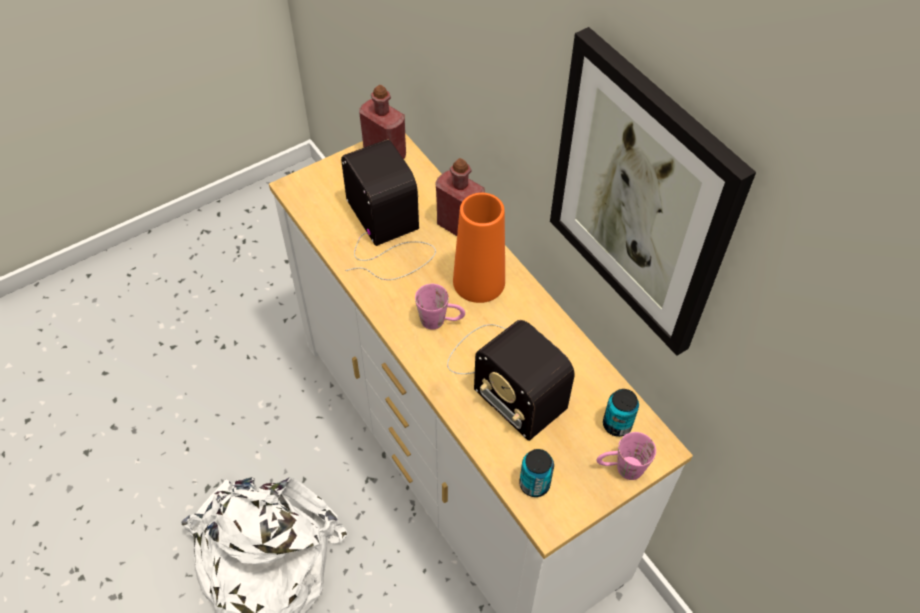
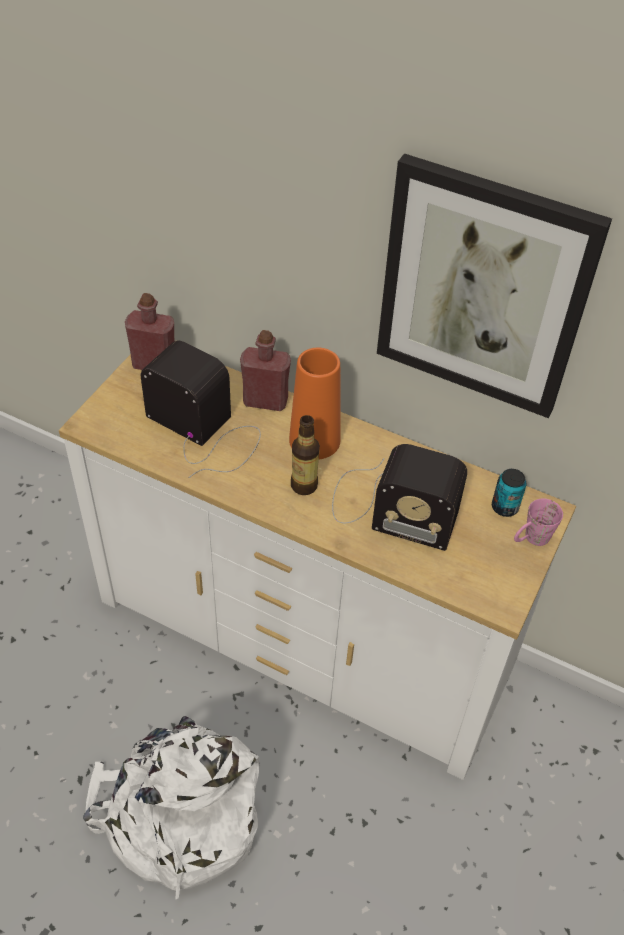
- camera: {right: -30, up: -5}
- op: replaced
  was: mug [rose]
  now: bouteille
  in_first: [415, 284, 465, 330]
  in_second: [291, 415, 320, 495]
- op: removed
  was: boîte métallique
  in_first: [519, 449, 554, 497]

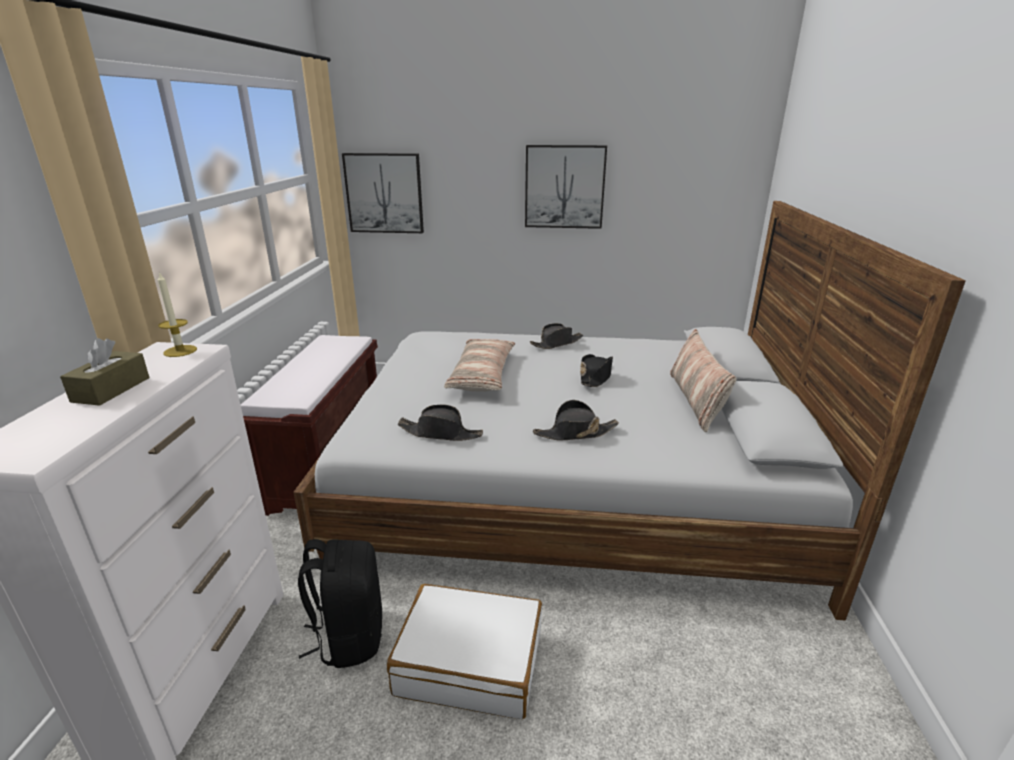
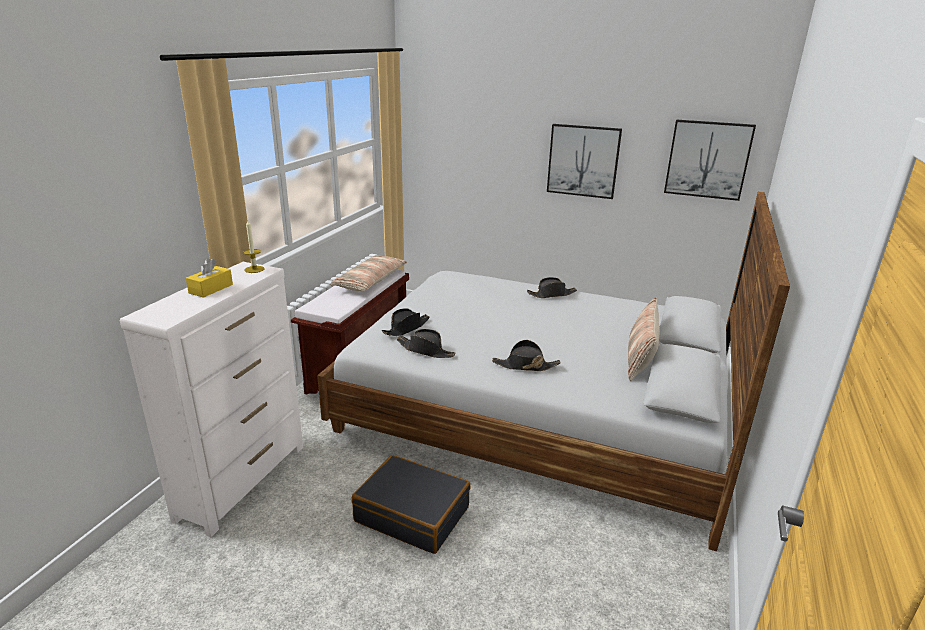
- camera: {right: 15, up: 0}
- op: moved
  was: tableau
  in_first: [342, 153, 424, 233]
  in_second: [664, 120, 756, 201]
- op: recoloured
  was: boîte à mouchoirs [marron]
  now: boîte à mouchoirs [jaune]
  in_first: [60, 338, 150, 406]
  in_second: [186, 258, 233, 298]
- op: moved
  was: coussin
  in_first: [444, 339, 515, 392]
  in_second: [330, 255, 407, 291]
- op: moved
  was: chapeau [noir]
  in_first: [580, 354, 613, 387]
  in_second: [382, 308, 430, 336]
- op: removed
  was: sac à dos [noir]
  in_first: [298, 539, 382, 668]
- op: recoloured
  was: valise [blanc]
  now: valise [noir]
  in_first: [387, 584, 542, 719]
  in_second: [352, 455, 471, 554]

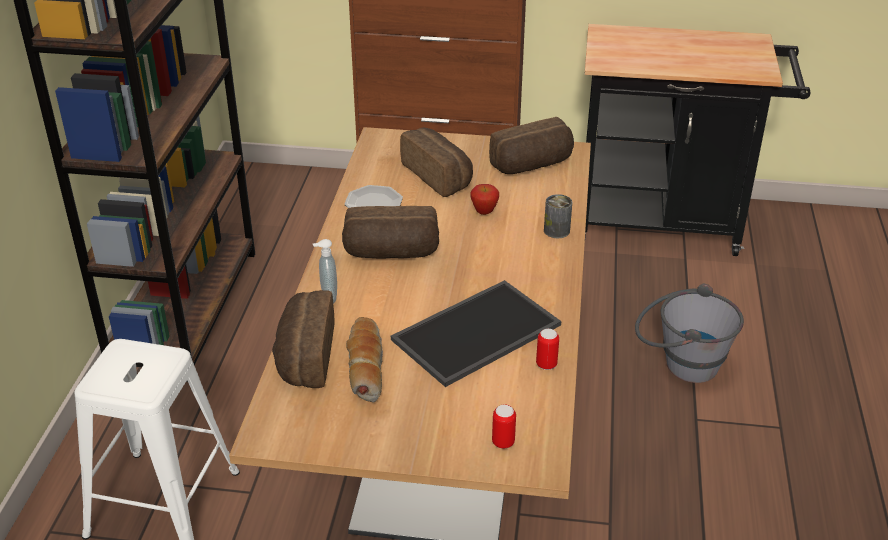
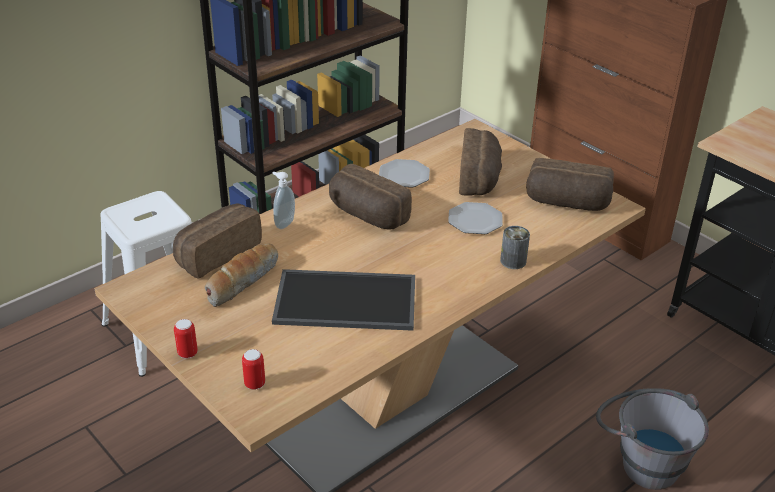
- camera: {right: 40, up: 0}
- op: replaced
  was: pomme
  now: assiette
  in_first: [471, 184, 499, 215]
  in_second: [448, 202, 503, 234]
- op: moved
  was: boîte métallique
  in_first: [536, 329, 559, 370]
  in_second: [174, 319, 198, 359]

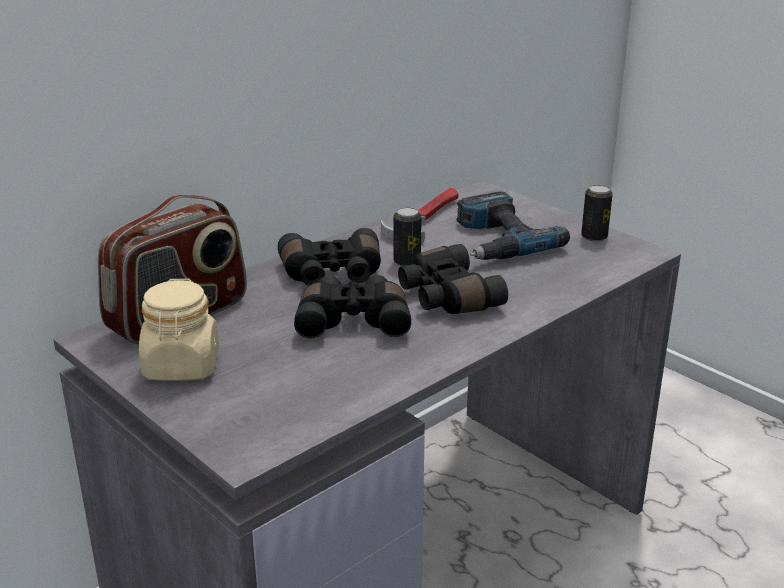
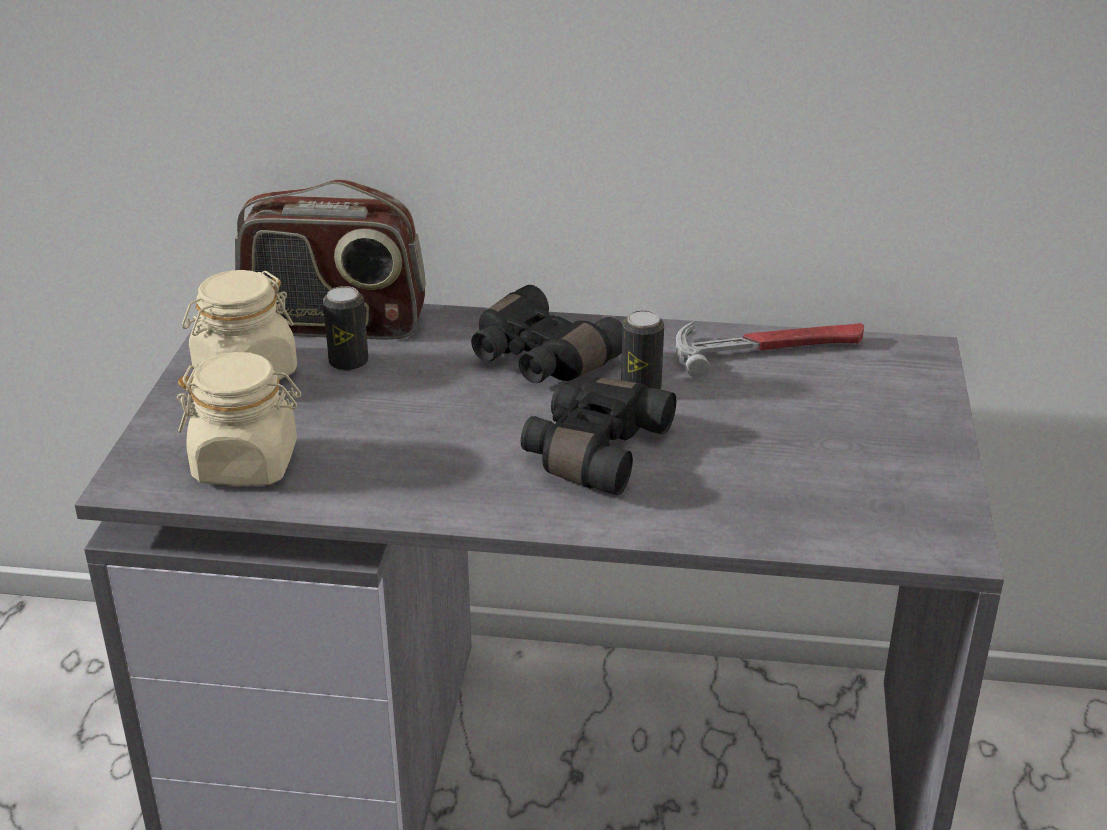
- camera: {right: 50, up: 5}
- op: moved
  was: boîte métallique
  in_first: [581, 185, 613, 241]
  in_second: [323, 286, 369, 371]
- op: removed
  was: perceuse
  in_first: [456, 191, 570, 260]
- op: removed
  was: jumelles [noir]
  in_first: [294, 275, 411, 338]
- op: added
  now: bocal [beige]
  in_second: [177, 352, 301, 486]

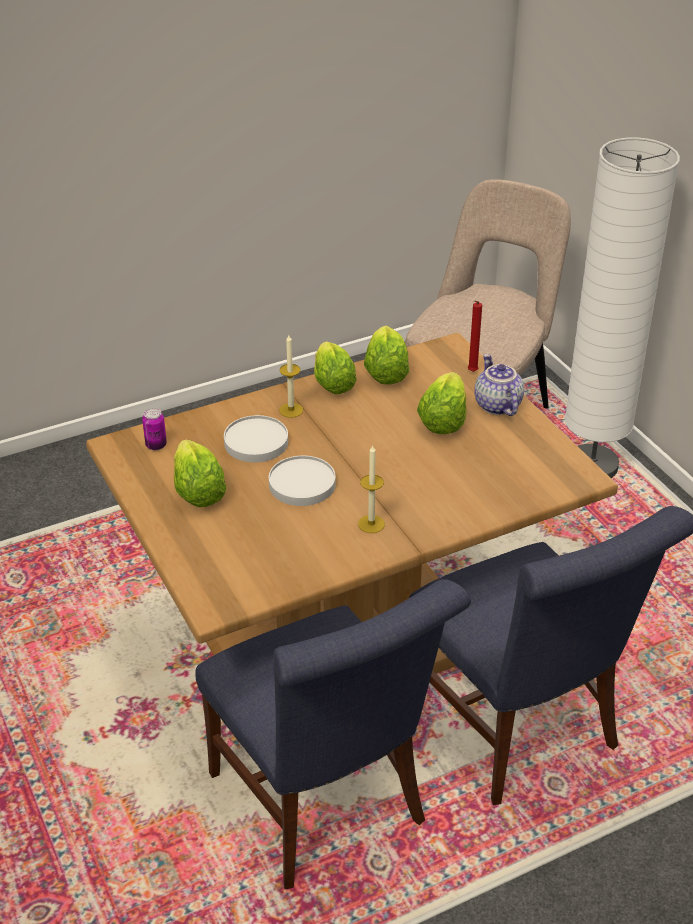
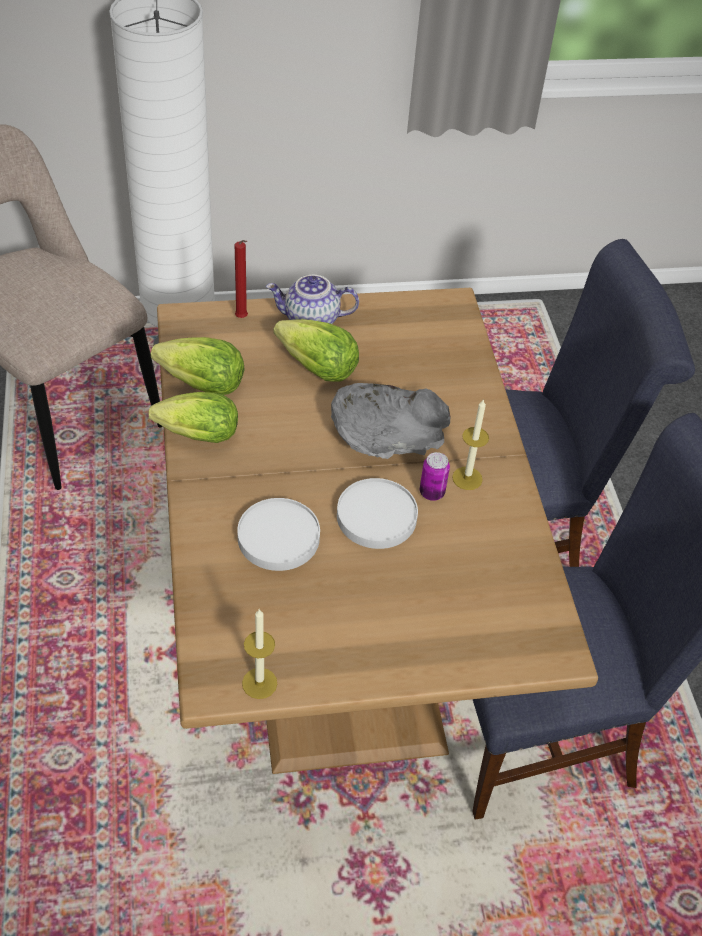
- camera: {right: -75, up: 10}
- op: moved
  was: bougie
  in_first: [279, 335, 303, 418]
  in_second: [242, 609, 277, 699]
- op: moved
  was: boîte métallique
  in_first: [142, 408, 167, 450]
  in_second: [420, 452, 450, 501]
- op: removed
  was: laitue
  in_first: [174, 439, 227, 507]
- op: added
  now: bol [gris]
  in_second: [331, 383, 450, 459]

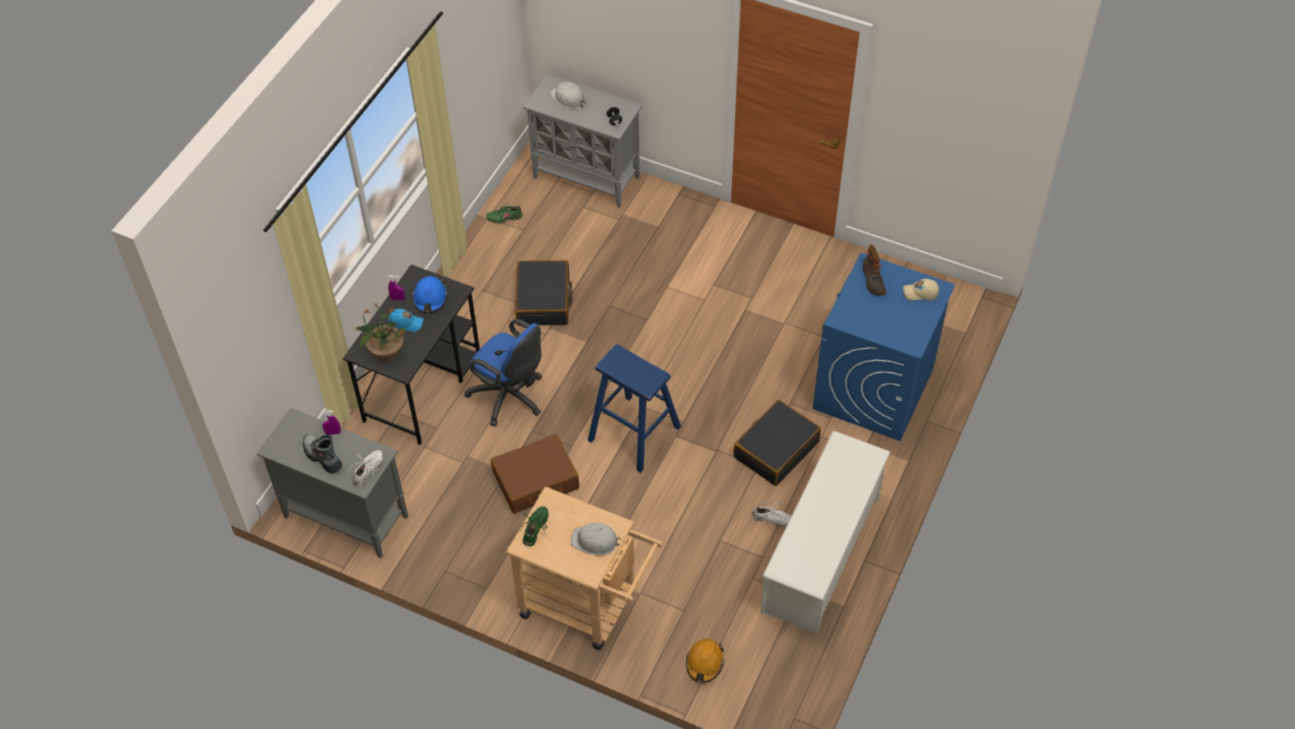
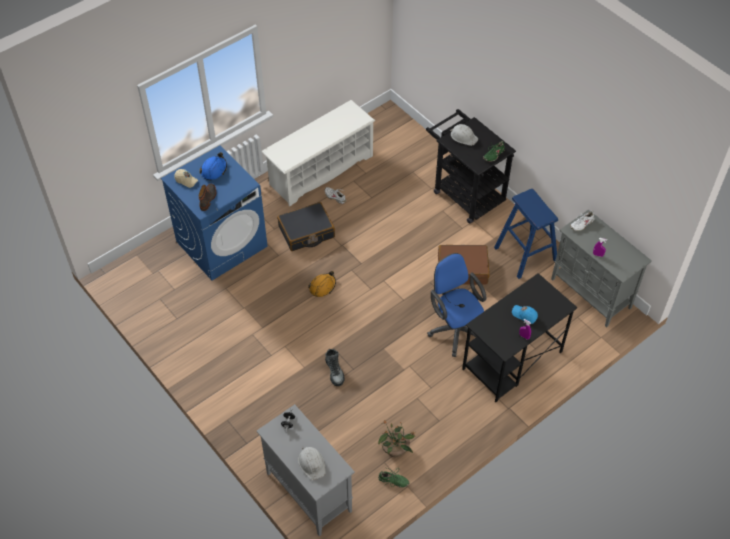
- camera: {right: -155, up: 0}
- op: removed
  was: valise [noir]
  in_first: [515, 260, 573, 326]
- op: moved
  was: casque de chantier [bleu]
  in_first: [412, 276, 447, 313]
  in_second: [200, 152, 227, 181]
- op: moved
  was: plante en pot
  in_first: [355, 302, 405, 362]
  in_second: [378, 420, 416, 457]
- op: moved
  was: tabouret [bleu]
  in_first: [588, 344, 681, 473]
  in_second: [494, 189, 558, 279]
- op: moved
  was: botte
  in_first: [303, 434, 342, 473]
  in_second: [325, 349, 344, 386]
- op: recoloured
  was: chariot [beige]
  now: chariot [noir]
  in_first: [506, 486, 663, 650]
  in_second: [426, 109, 516, 224]
- op: moved
  was: casque de chantier [orange]
  in_first: [686, 639, 724, 683]
  in_second: [308, 271, 336, 297]

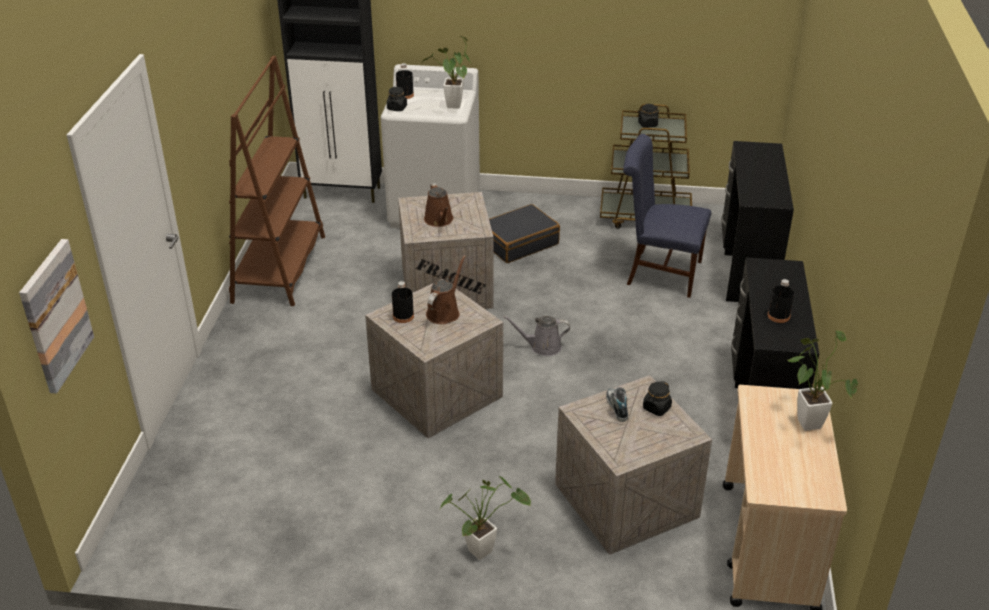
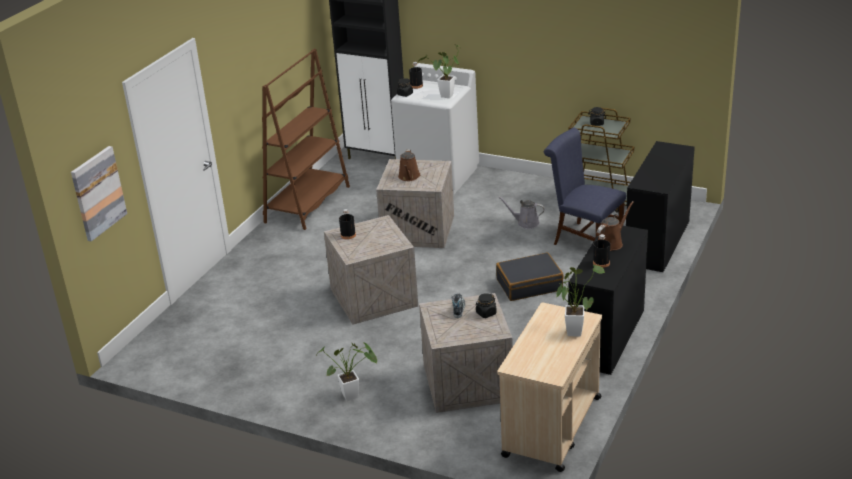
- camera: {right: 20, up: -5}
- op: moved
  was: valise [noir]
  in_first: [489, 204, 560, 263]
  in_second: [496, 253, 564, 301]
- op: moved
  was: arrosoir [marron]
  in_first: [426, 255, 466, 324]
  in_second: [597, 201, 634, 251]
- op: moved
  was: arrosoir [gris]
  in_first: [503, 316, 570, 356]
  in_second: [498, 196, 545, 229]

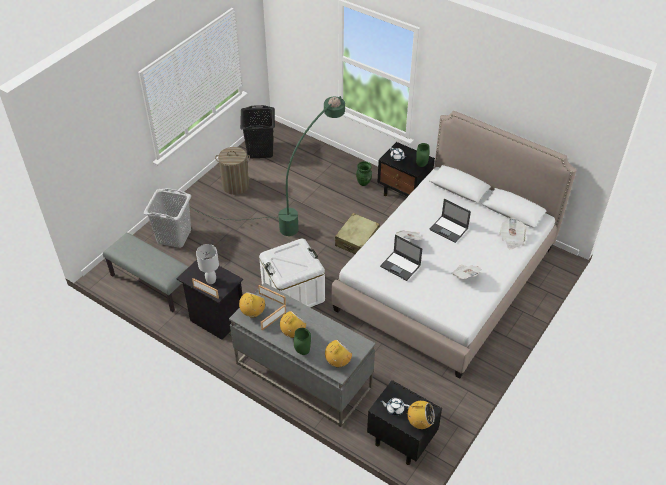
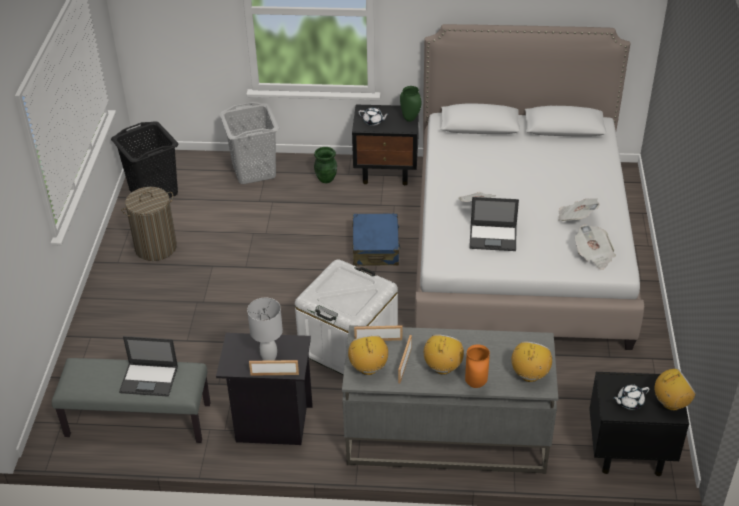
- camera: {right: -30, up: -5}
- op: removed
  was: lampadaire [vert]
  in_first: [189, 96, 345, 236]
- op: moved
  was: panier à linge [gris]
  in_first: [144, 188, 191, 248]
  in_second: [219, 102, 279, 184]
- op: moved
  was: ordinateur portable
  in_first: [429, 199, 471, 243]
  in_second: [119, 336, 178, 397]
- op: recoloured
  was: valise [beige]
  now: valise [bleu]
  in_first: [335, 213, 380, 254]
  in_second: [352, 213, 401, 266]
- op: moved
  was: journal
  in_first: [499, 218, 527, 250]
  in_second: [575, 224, 616, 270]
- op: recoloured
  was: vase [vert]
  now: vase [orange]
  in_first: [294, 328, 311, 355]
  in_second: [465, 345, 490, 388]

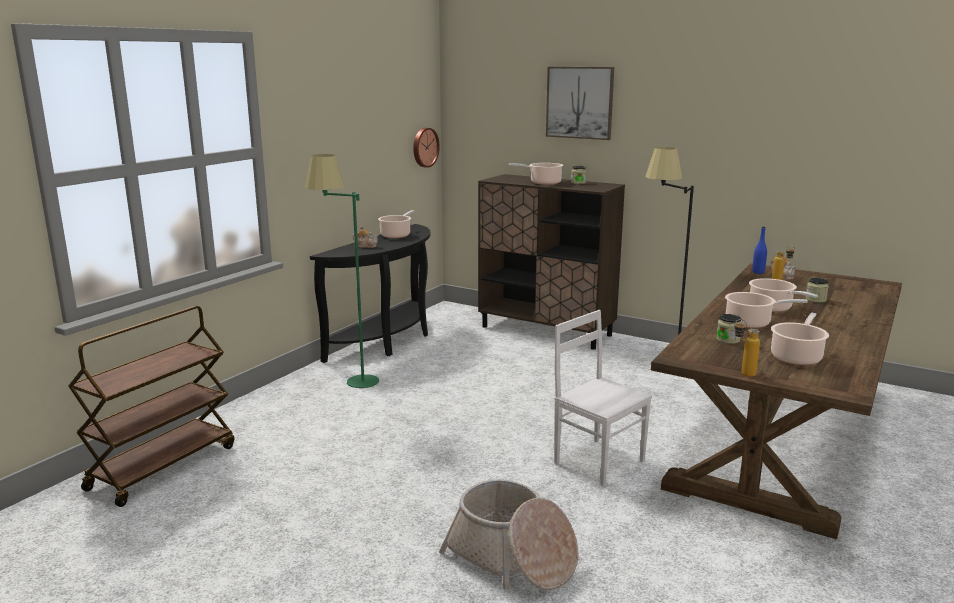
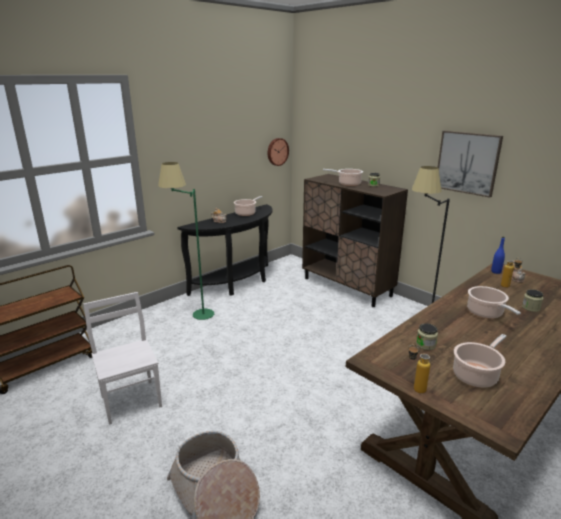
- camera: {right: 15, up: 5}
- op: moved
  was: tableau
  in_first: [546, 67, 614, 140]
  in_second: [438, 131, 503, 198]
- op: removed
  was: marmite
  in_first: [725, 292, 808, 328]
- op: moved
  was: chaise [blanc]
  in_first: [554, 310, 652, 486]
  in_second: [84, 292, 162, 425]

